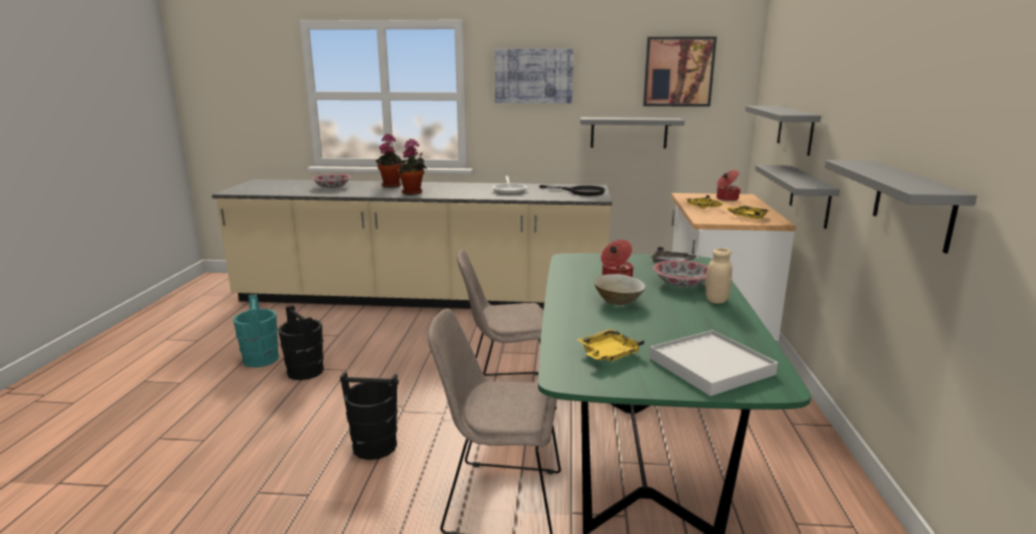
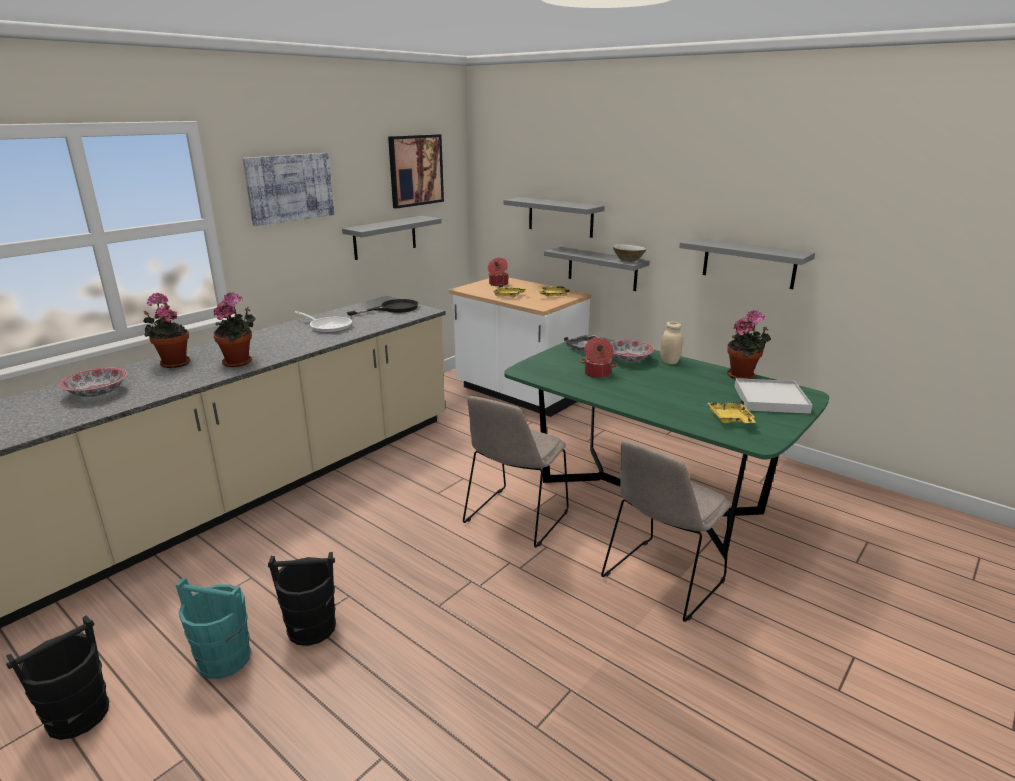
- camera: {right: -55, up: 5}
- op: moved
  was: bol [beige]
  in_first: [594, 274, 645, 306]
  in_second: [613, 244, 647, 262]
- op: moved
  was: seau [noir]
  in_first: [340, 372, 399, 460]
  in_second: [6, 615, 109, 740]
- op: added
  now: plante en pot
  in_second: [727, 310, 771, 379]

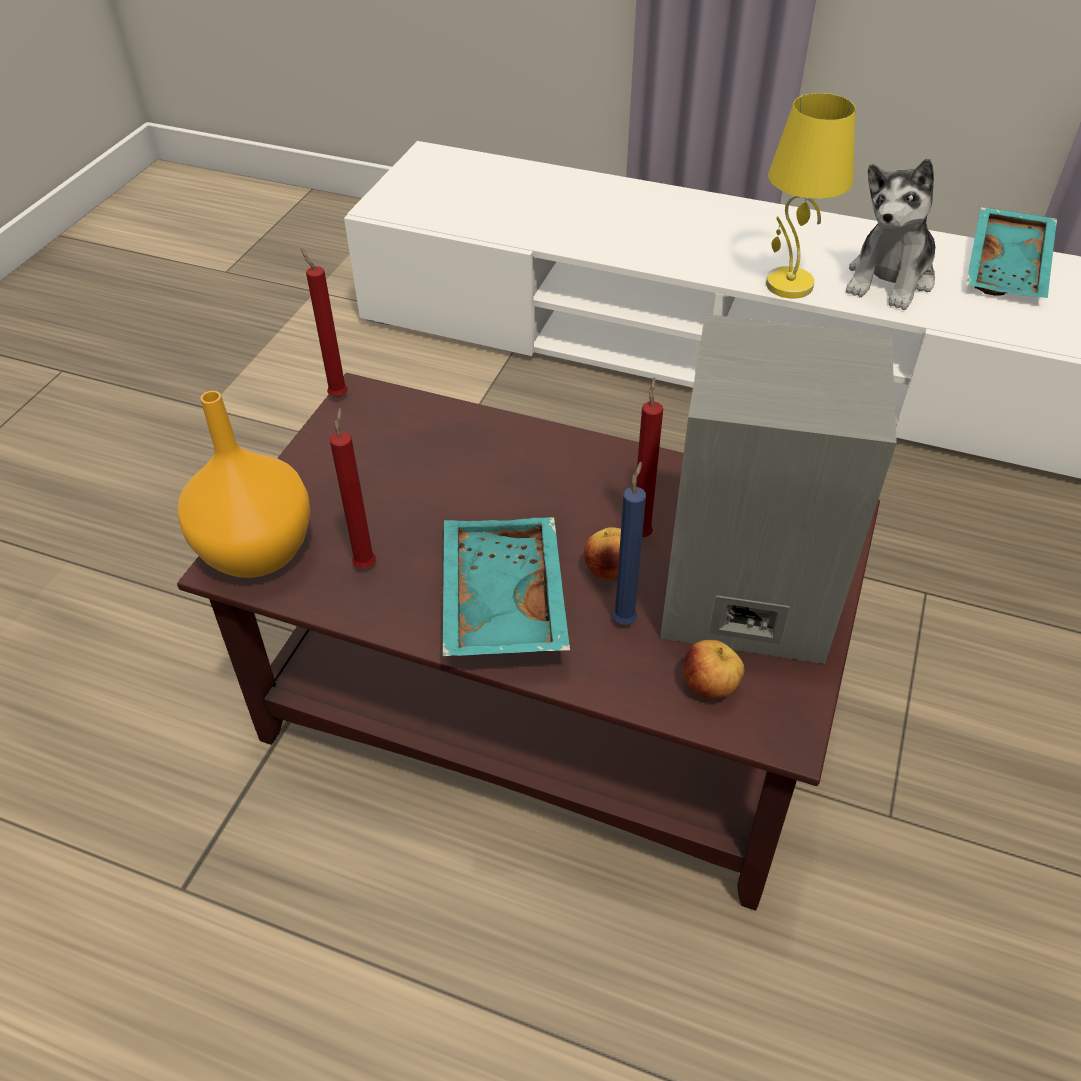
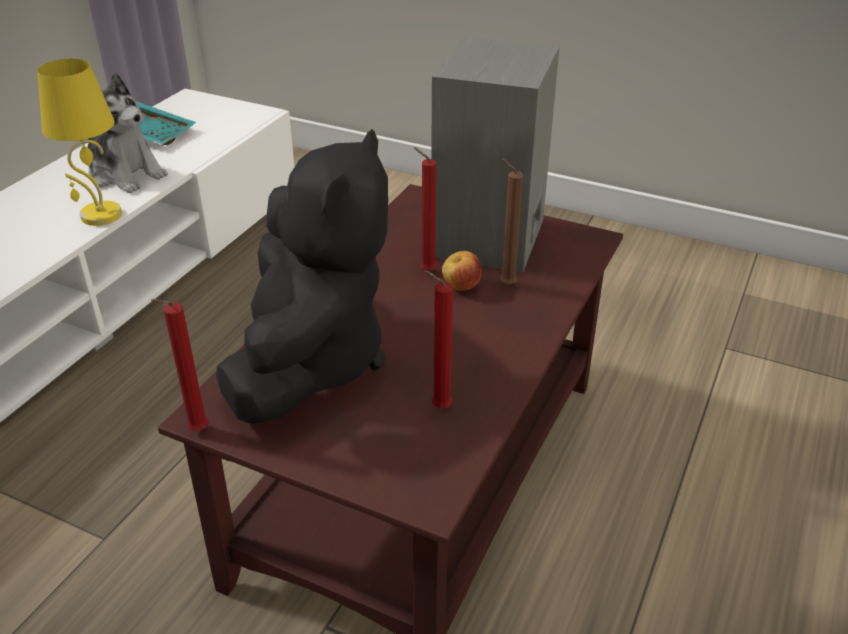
- camera: {right: -85, up: -10}
- op: removed
  was: vase [orange]
  in_first: [178, 391, 311, 578]
- op: recoloured
  was: bougie [bleu]
  now: bougie [marron]
  in_first: [612, 462, 646, 625]
  in_second: [500, 158, 523, 285]
- op: removed
  was: plateau [turquoise]
  in_first: [443, 517, 570, 656]
- op: removed
  was: pomme
  in_first: [683, 640, 744, 698]
- op: added
  now: peluche [noir]
  in_second: [216, 129, 388, 424]

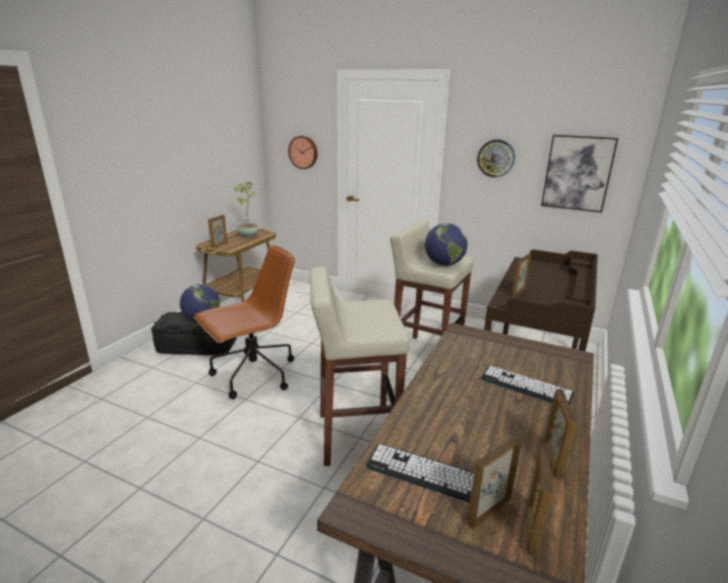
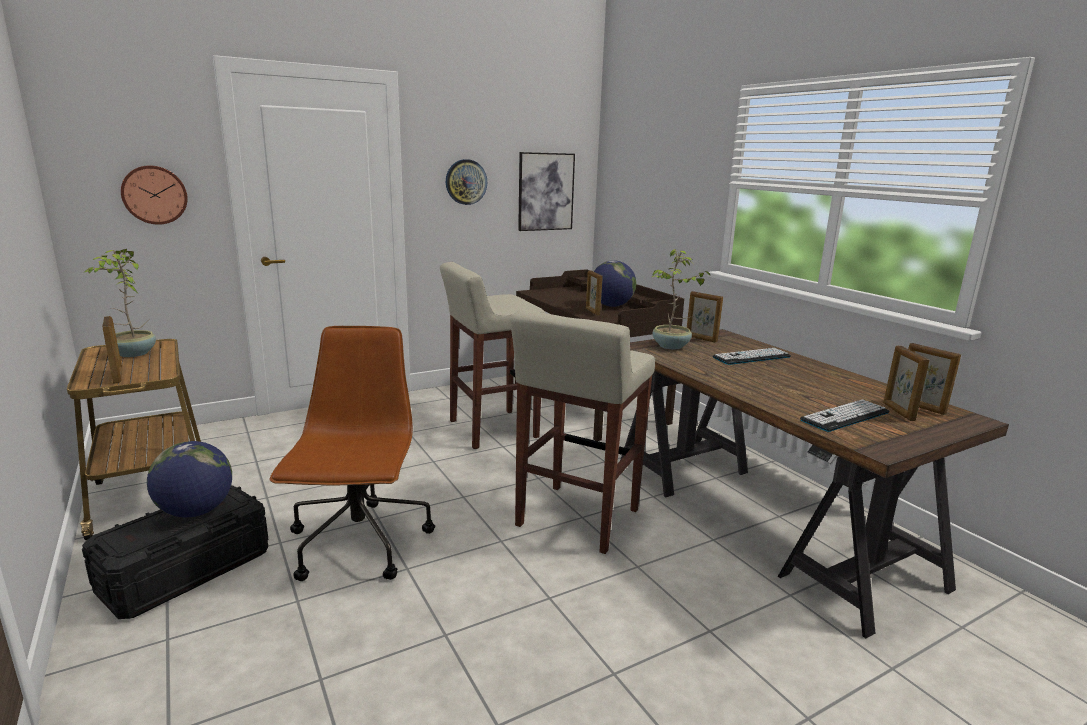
- camera: {right: -55, up: -5}
- op: moved
  was: globe
  in_first: [425, 223, 467, 266]
  in_second: [594, 260, 636, 307]
- op: moved
  was: cadre photo
  in_first: [544, 389, 577, 479]
  in_second: [687, 291, 723, 343]
- op: added
  now: plante en pot
  in_second: [652, 249, 710, 349]

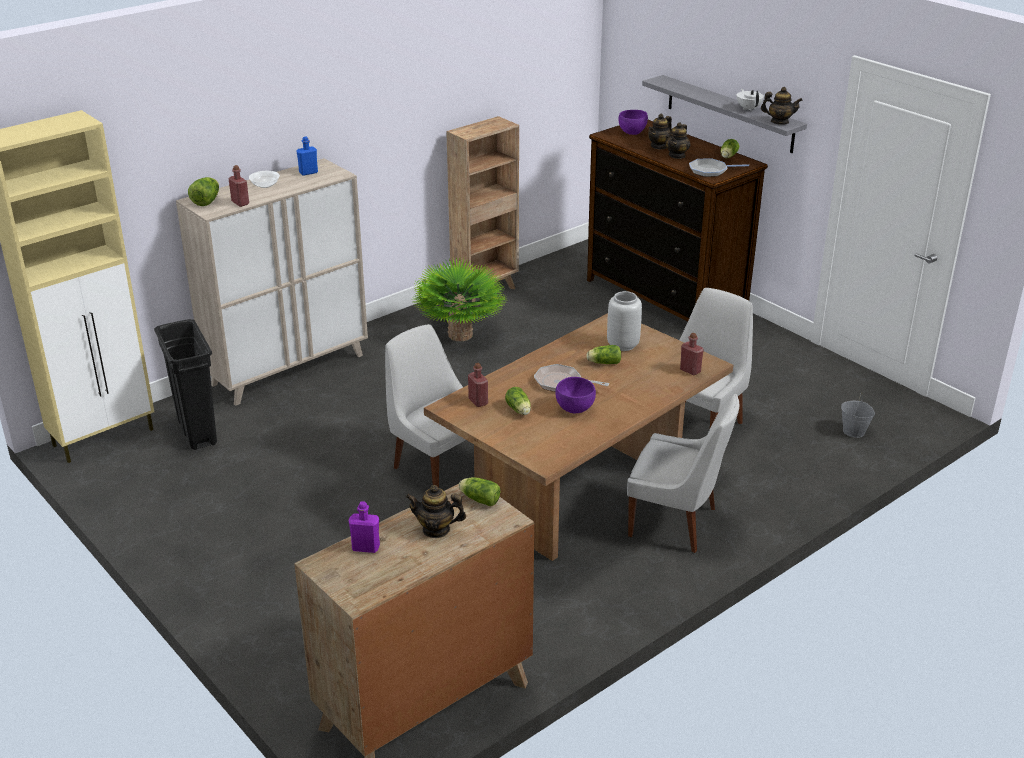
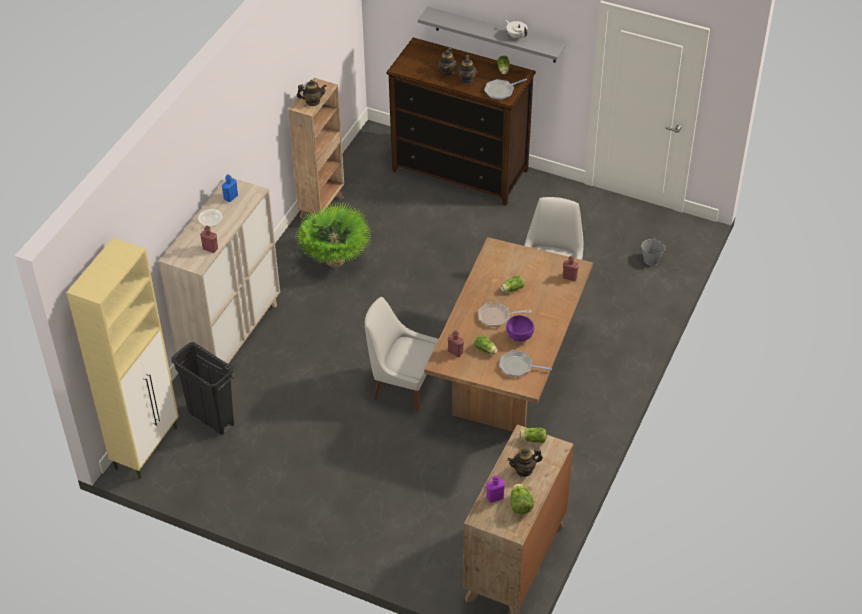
- camera: {right: -25, up: 15}
- op: moved
  was: théière
  in_first: [761, 87, 803, 125]
  in_second: [297, 80, 327, 106]
- op: removed
  was: bol [violet]
  in_first: [618, 110, 648, 135]
- op: moved
  was: laitue
  in_first: [188, 177, 219, 206]
  in_second: [510, 483, 534, 515]
- op: removed
  was: vase [gris]
  in_first: [607, 291, 642, 351]
- op: removed
  was: chaise [blanc]
  in_first: [627, 394, 739, 553]
- op: added
  now: poêle
  in_second: [499, 351, 552, 377]

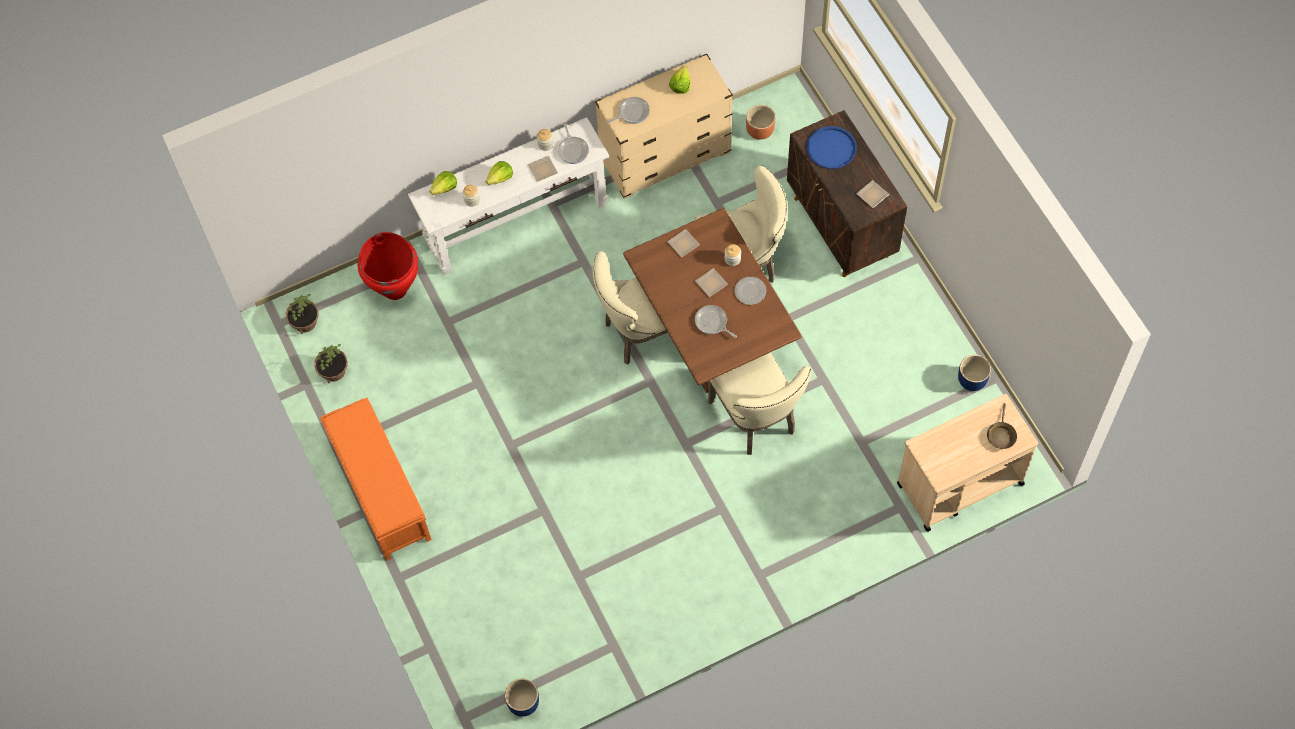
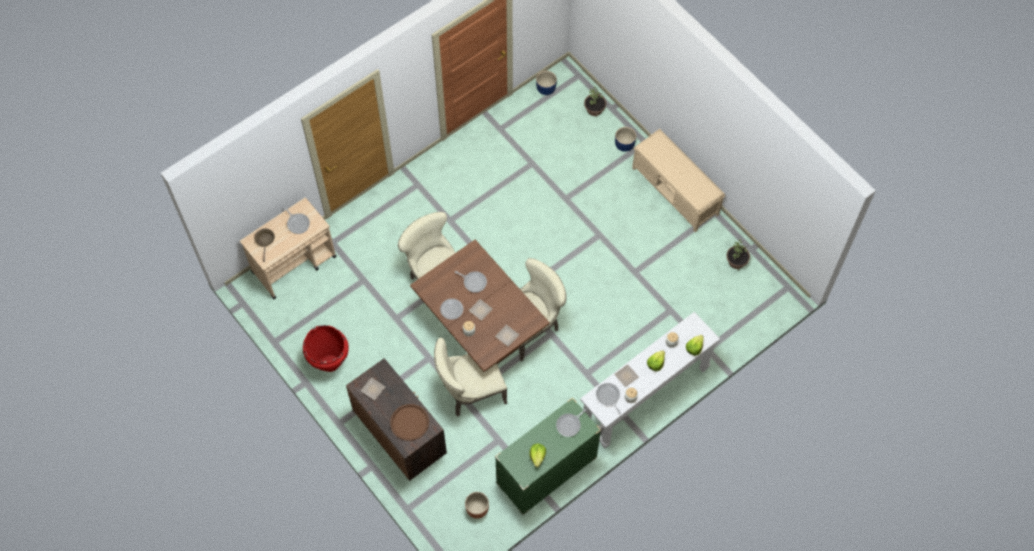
- camera: {right: 165, up: 0}
- op: recoloured
  was: commode [beige]
  now: commode [vert]
  in_first: [595, 54, 733, 199]
  in_second: [495, 397, 601, 515]
- op: recoloured
  was: plateau [bleu]
  now: plateau [marron]
  in_first: [806, 126, 857, 169]
  in_second: [390, 404, 429, 441]
- op: moved
  was: vase [rouge]
  in_first: [358, 232, 419, 300]
  in_second: [303, 325, 349, 372]
- op: moved
  was: plante en pot
  in_first: [286, 294, 319, 334]
  in_second: [584, 87, 606, 117]
- op: moved
  was: cache-pot [bleu]
  in_first: [958, 355, 991, 391]
  in_second: [615, 127, 636, 152]
- op: recoloured
  was: banc [orange]
  now: banc [beige]
  in_first: [320, 398, 431, 561]
  in_second: [632, 129, 725, 232]
- op: added
  now: poêle
  in_second: [284, 207, 310, 234]

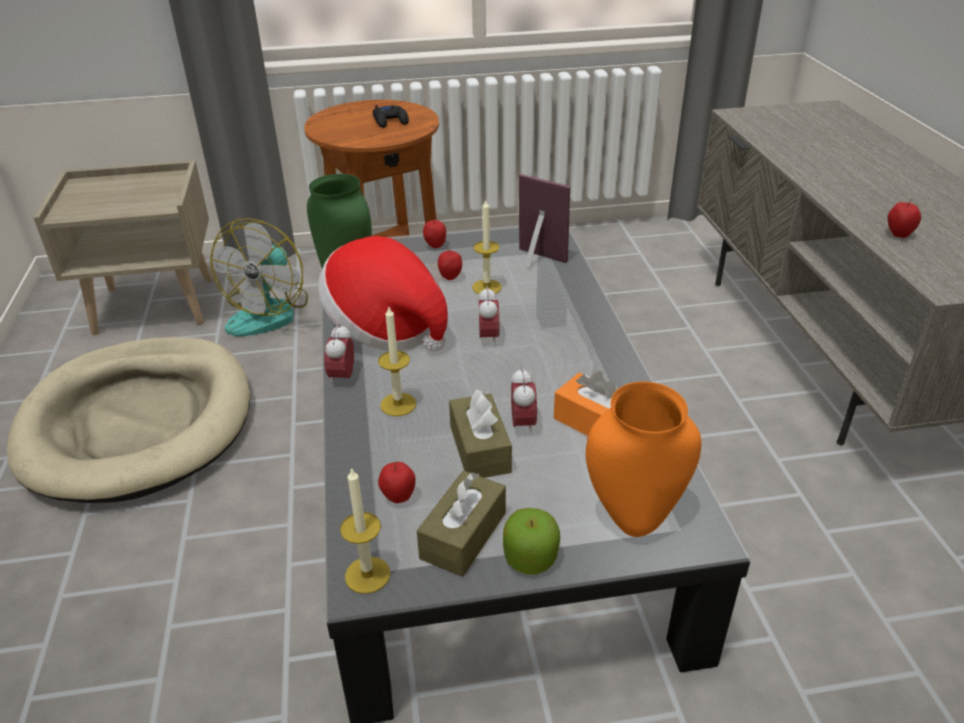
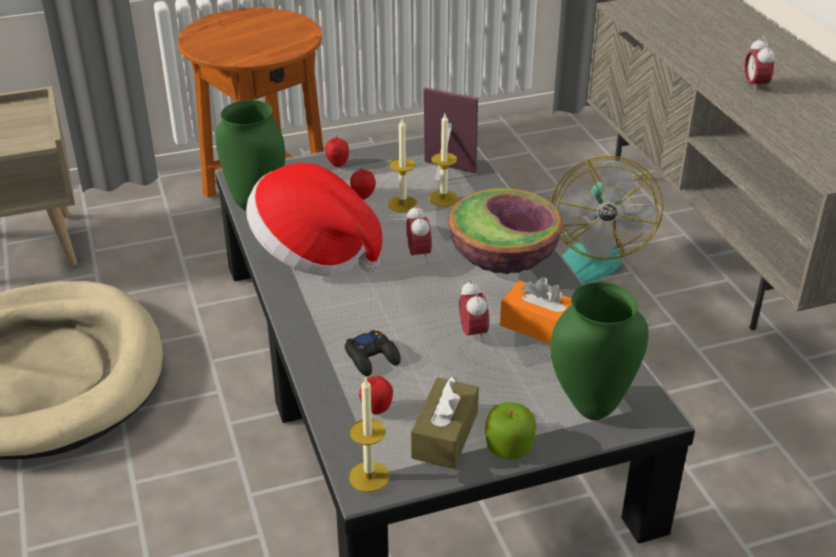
- camera: {right: -10, up: 0}
- op: moved
  was: manette [noir]
  in_first: [373, 105, 409, 128]
  in_second: [345, 330, 401, 376]
- op: removed
  was: pomme
  in_first: [888, 199, 921, 238]
- op: moved
  was: ventilateur
  in_first: [210, 218, 308, 336]
  in_second: [552, 156, 663, 283]
- op: moved
  was: bougie
  in_first: [378, 305, 416, 416]
  in_second: [429, 114, 458, 207]
- op: moved
  was: réveil
  in_first: [324, 324, 354, 387]
  in_second: [744, 36, 775, 92]
- op: recoloured
  was: vase [orange]
  now: vase [vert]
  in_first: [586, 381, 701, 537]
  in_second: [550, 282, 649, 420]
- op: removed
  was: boîte à mouchoirs [marron]
  in_first: [449, 389, 512, 478]
- op: added
  now: bol
  in_second: [448, 188, 563, 274]

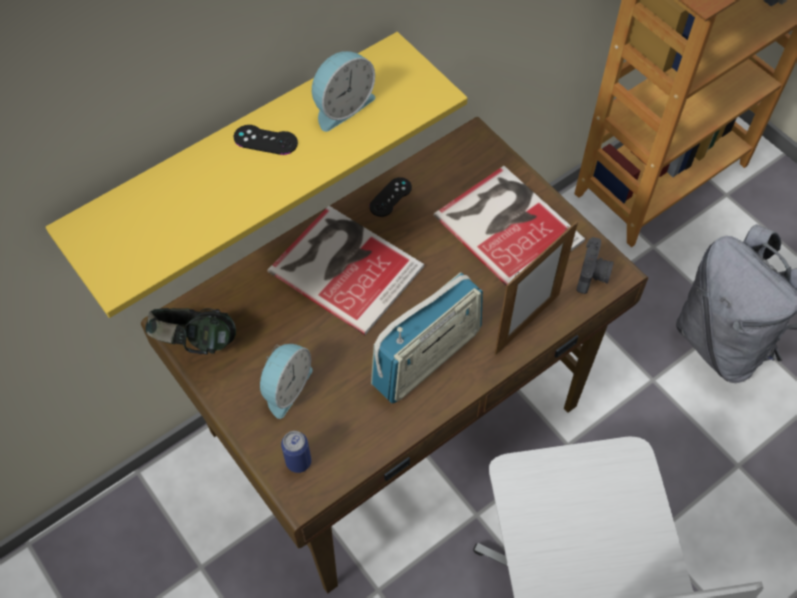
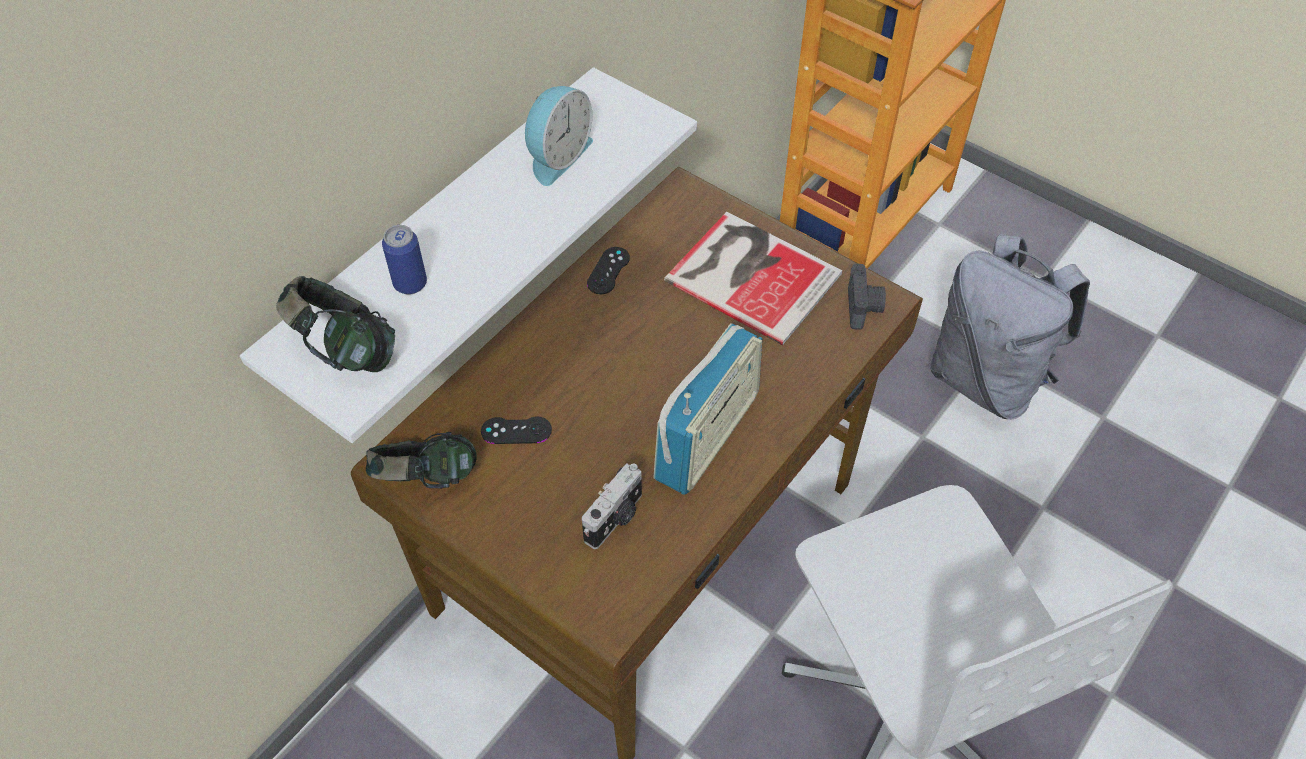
- camera: {right: -15, up: -5}
- op: recoloured
  was: étagère [jaune]
  now: étagère [blanc]
  in_first: [46, 32, 468, 318]
  in_second: [240, 67, 697, 443]
- op: moved
  was: manette [noir]
  in_first: [234, 125, 298, 155]
  in_second: [481, 416, 552, 444]
- op: removed
  was: livre
  in_first: [267, 206, 424, 335]
- op: removed
  was: cadre photo
  in_first: [495, 221, 578, 355]
- op: removed
  was: réveil
  in_first: [260, 344, 313, 419]
- op: moved
  was: boîte métallique
  in_first: [281, 431, 311, 473]
  in_second: [382, 225, 427, 295]
- op: added
  now: casque audio
  in_second: [276, 276, 395, 372]
- op: added
  now: appareil photo
  in_second: [582, 463, 642, 549]

